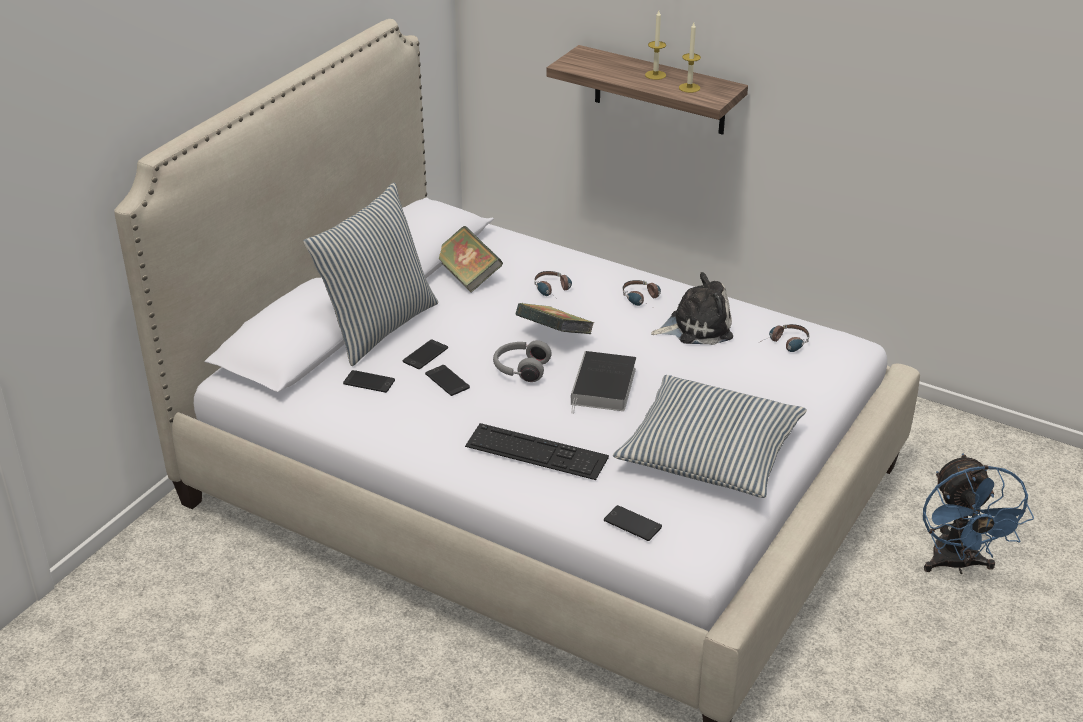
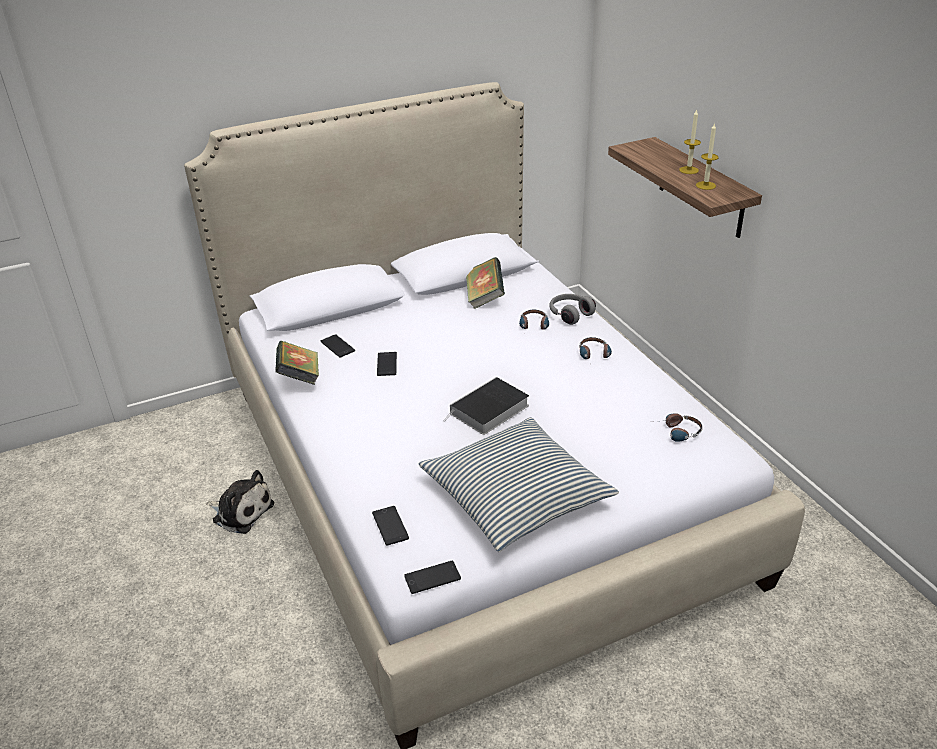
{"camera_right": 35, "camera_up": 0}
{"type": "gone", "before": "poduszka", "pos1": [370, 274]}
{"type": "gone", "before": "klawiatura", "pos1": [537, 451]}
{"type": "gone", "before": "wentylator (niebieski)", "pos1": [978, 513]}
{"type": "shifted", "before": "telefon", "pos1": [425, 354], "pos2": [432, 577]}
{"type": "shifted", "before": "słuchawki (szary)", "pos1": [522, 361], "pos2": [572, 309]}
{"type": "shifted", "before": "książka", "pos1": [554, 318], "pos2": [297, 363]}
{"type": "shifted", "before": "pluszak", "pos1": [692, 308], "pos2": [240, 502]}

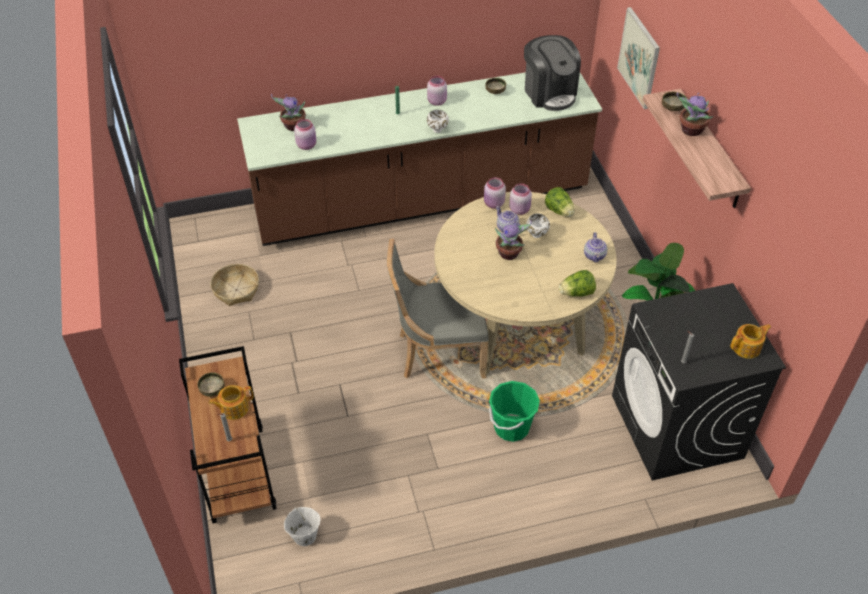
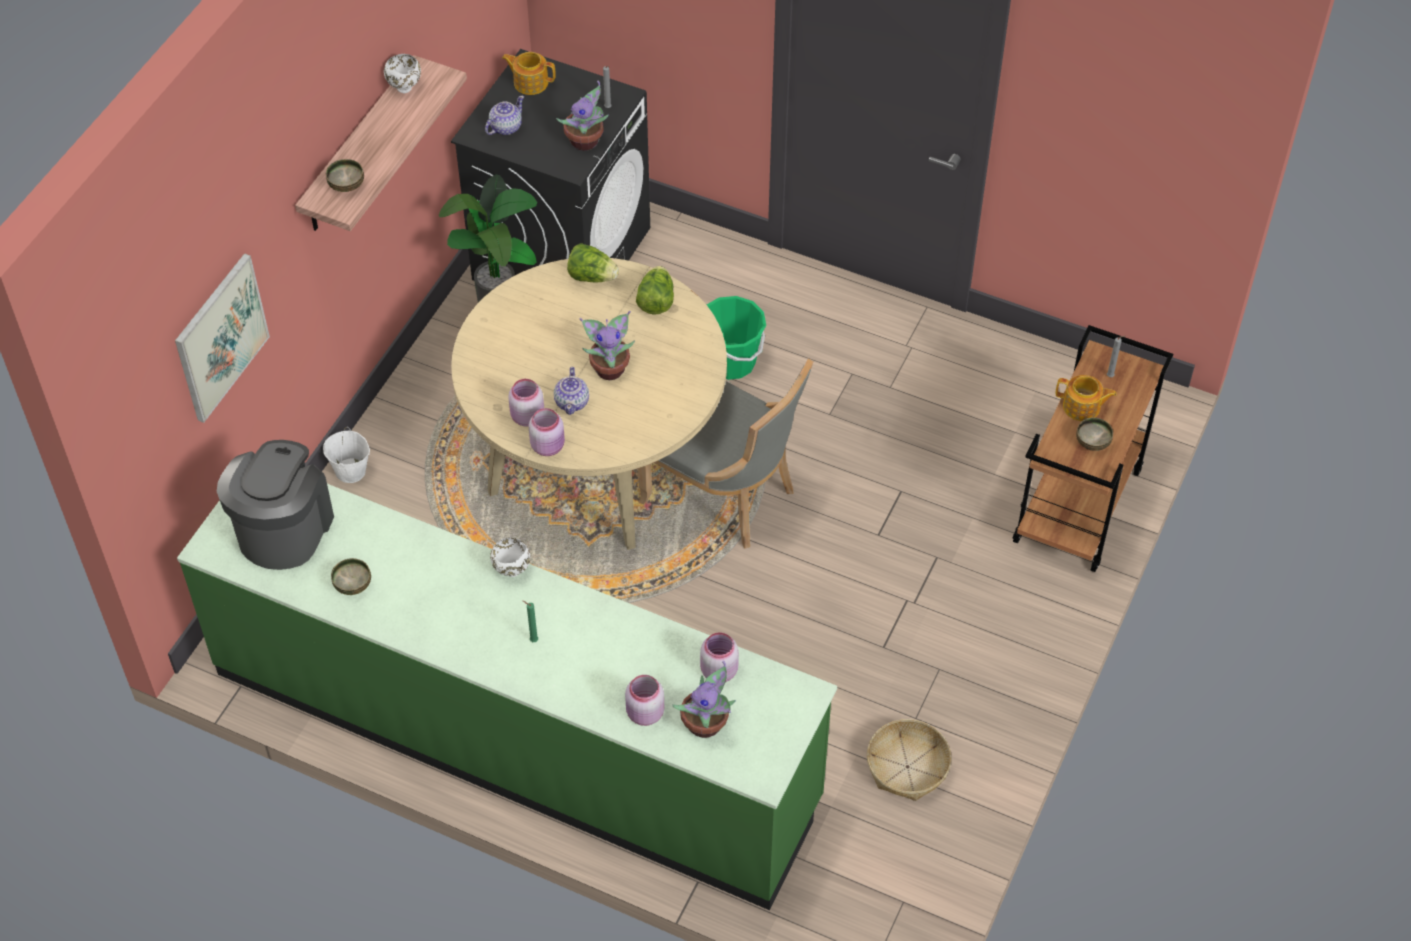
{"camera_right": -140, "camera_up": 5}
{"type": "shifted", "before": "wiadro (biały)", "pos1": [302, 526], "pos2": [346, 455]}
{"type": "shifted", "before": "słoik (różowy)", "pos1": [437, 91], "pos2": [644, 700]}
{"type": "shifted", "before": "miska (biały)", "pos1": [538, 225], "pos2": [402, 73]}
{"type": "shifted", "before": "sałata", "pos1": [559, 202], "pos2": [655, 290]}
{"type": "shifted", "before": "imbryk", "pos1": [595, 247], "pos2": [504, 115]}
{"type": "shifted", "before": "roślina doniczkowa", "pos1": [695, 114], "pos2": [582, 116]}
{"type": "repainted", "before": "zabudowa kuchenna (brązowy)", "after": "zabudowa kuchenna (zielony)", "pos1": [419, 159], "pos2": [507, 697]}

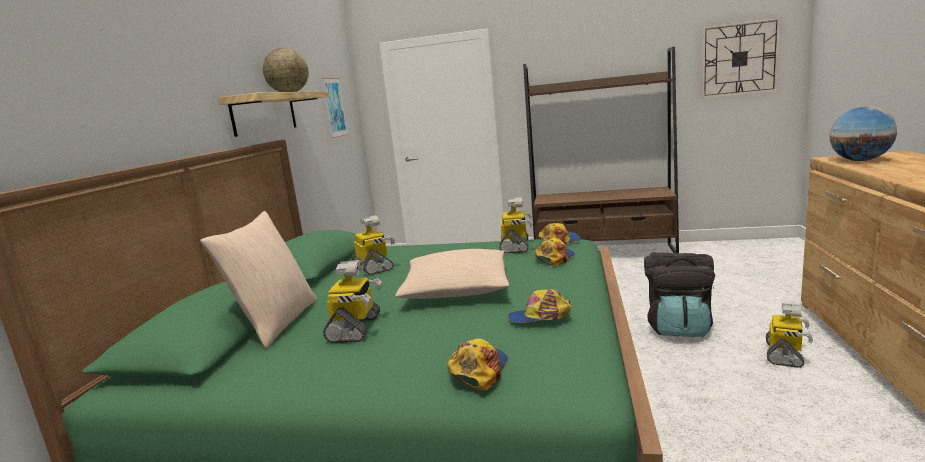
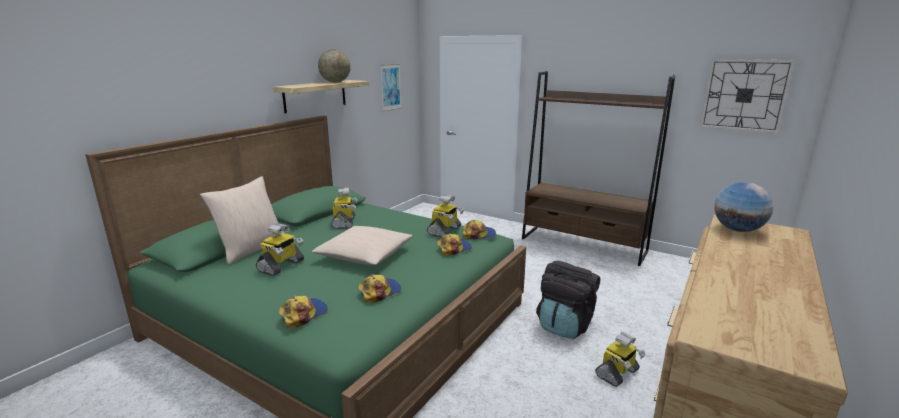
{"camera_right": 20, "camera_up": 5}
{"type": "rotated", "before": "czapka z daszkiem", "pos1": [540, 306], "pos2": [379, 288], "turn": 120}

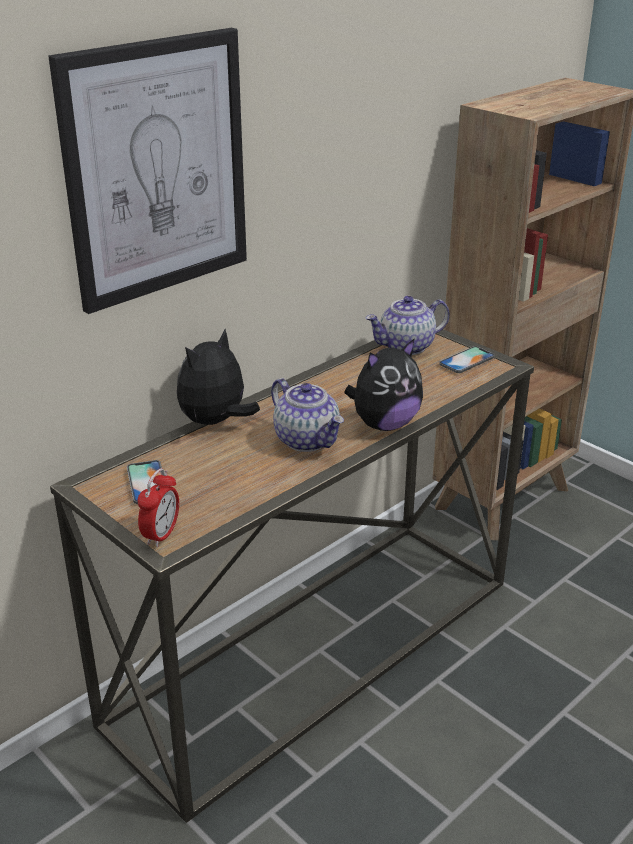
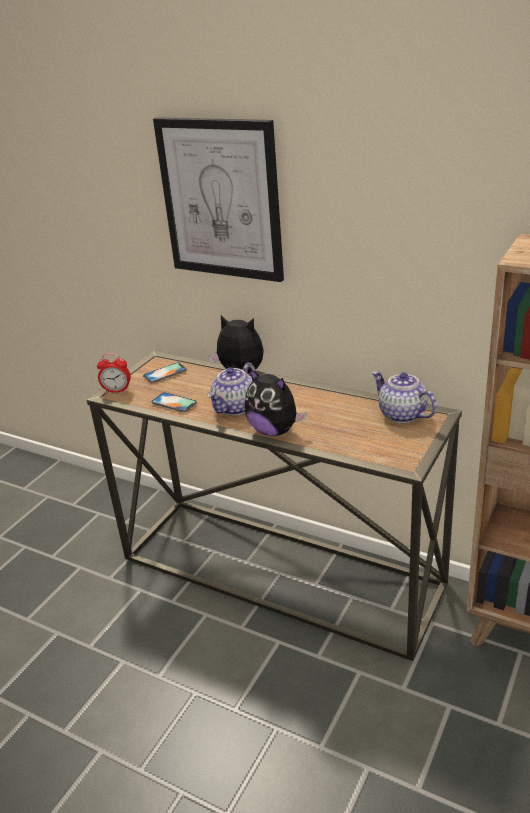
{"camera_right": 75, "camera_up": 0}
{"type": "shifted", "before": "telefon", "pos1": [467, 359], "pos2": [174, 402]}

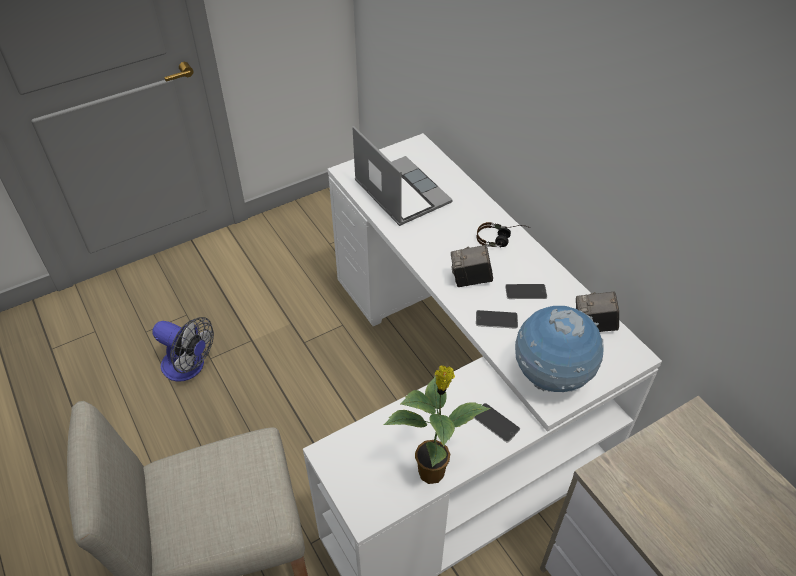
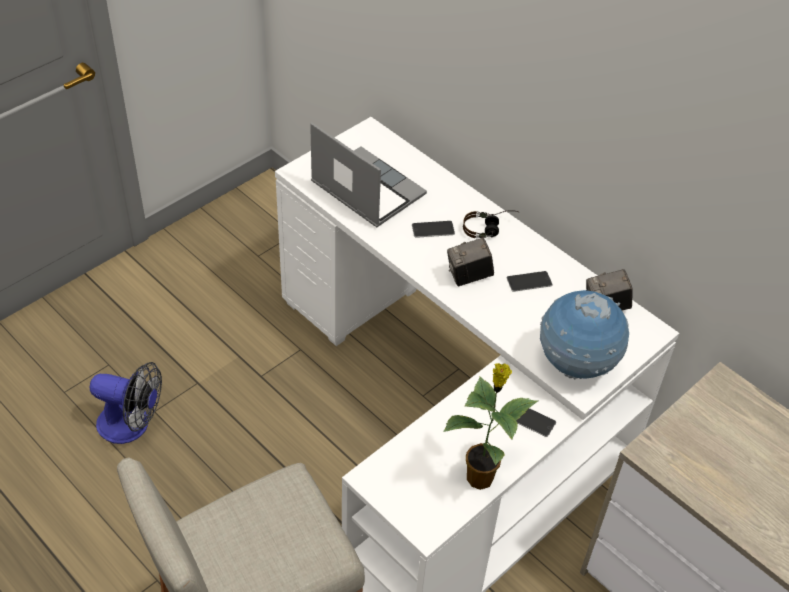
{"camera_right": -15, "camera_up": 0}
{"type": "shifted", "before": "telefon", "pos1": [497, 319], "pos2": [433, 229]}

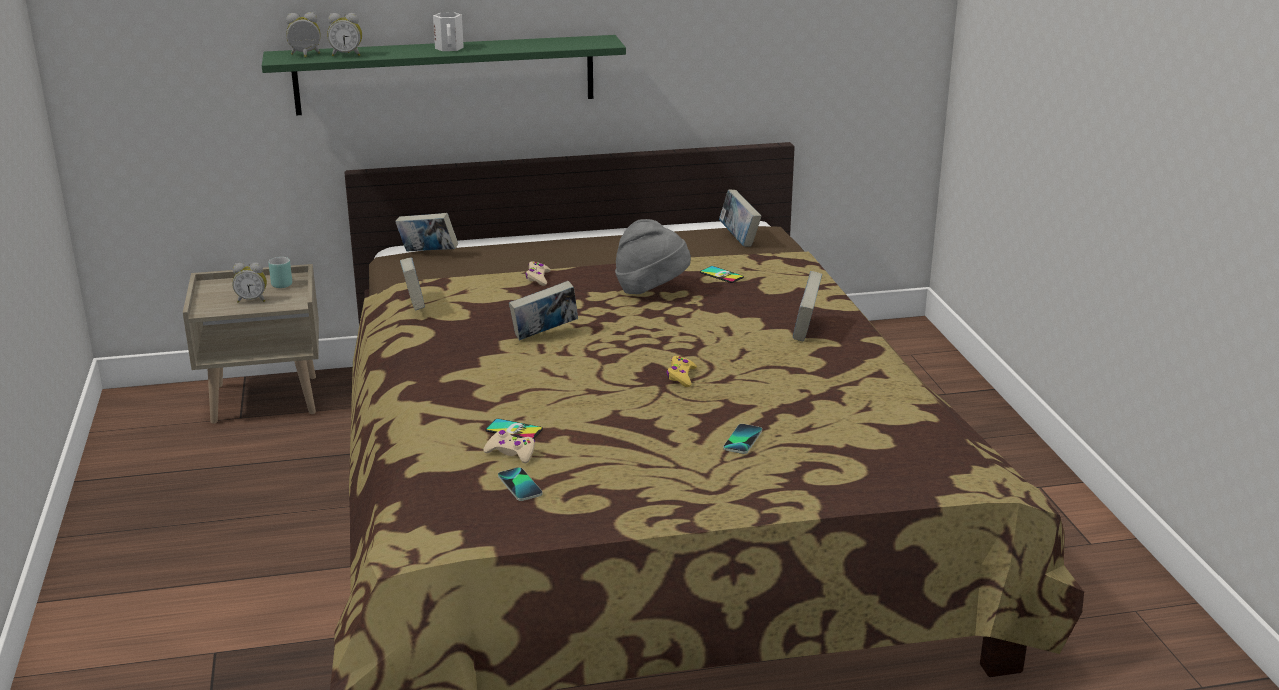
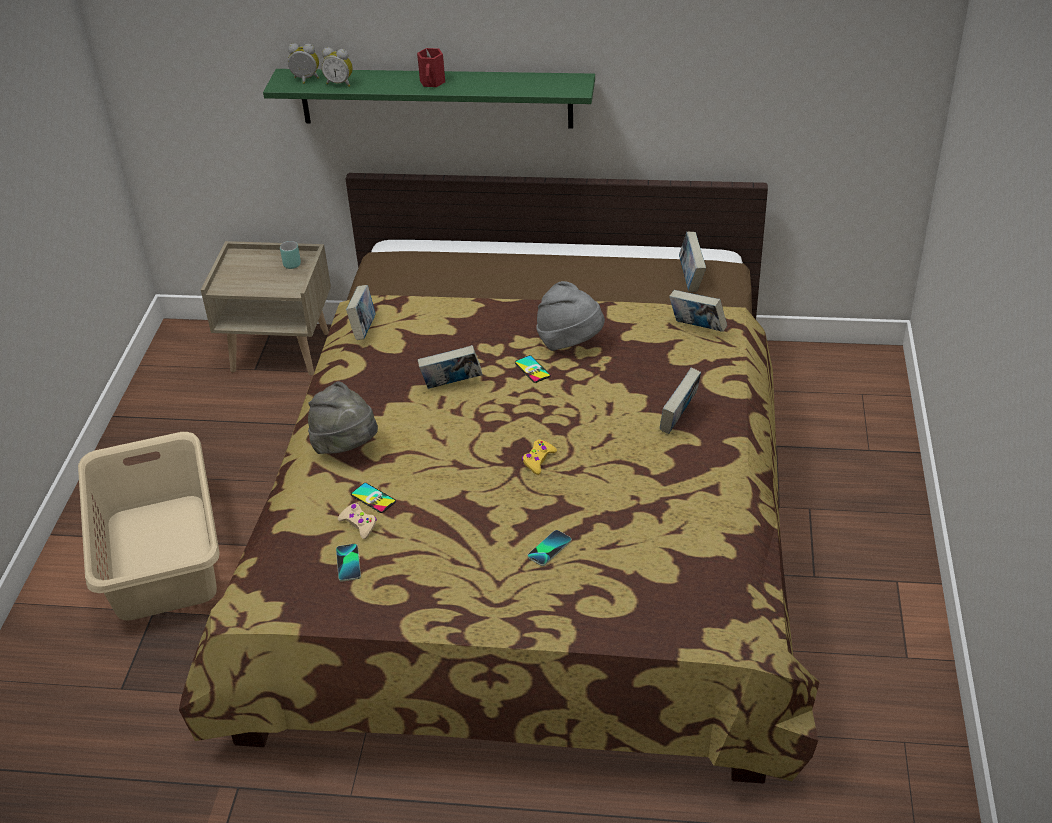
{"camera_right": 20, "camera_up": 15}
{"type": "gone", "before": "budzik", "pos1": [249, 282]}
{"type": "gone", "before": "pad do gier (beżowy)", "pos1": [538, 273]}
{"type": "new", "after": "kosz na pranie (beżowy)", "pos2": [149, 526]}
{"type": "new", "after": "kapelusz (szary)", "pos2": [343, 418]}
{"type": "shifted", "before": "książka", "pos1": [426, 232], "pos2": [698, 311]}
{"type": "shifted", "before": "telefon", "pos1": [722, 274], "pos2": [533, 369]}
{"type": "repainted", "before": "kubek (biały)", "after": "kubek (czerwony)", "pos1": [448, 31], "pos2": [431, 67]}

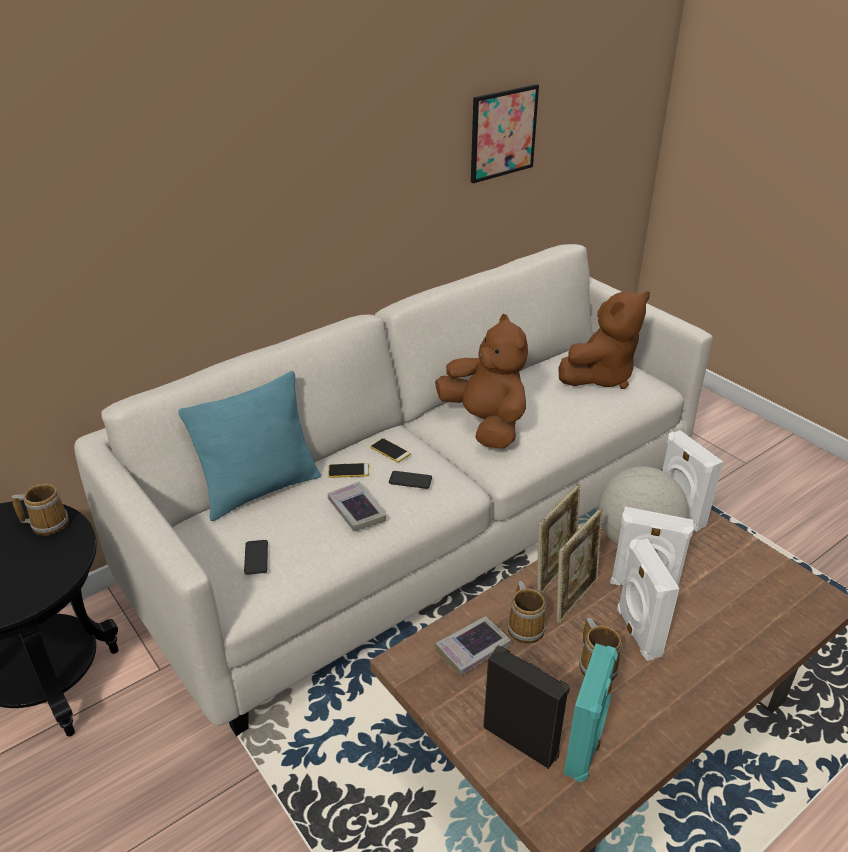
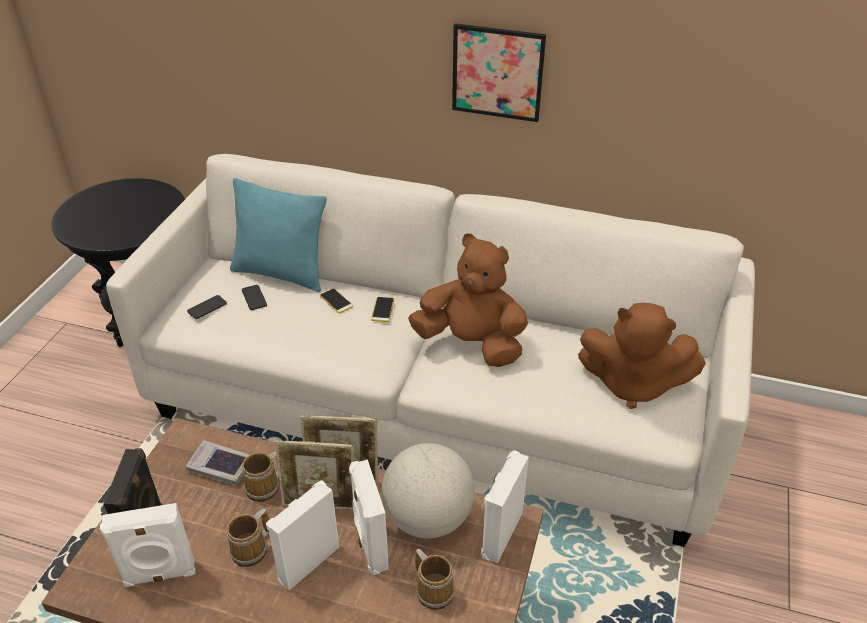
{"camera_right": 55, "camera_up": 5}
{"type": "gone", "before": "książka", "pos1": [357, 506]}
{"type": "shifted", "before": "kubek", "pos1": [40, 510], "pos2": [435, 579]}
{"type": "shifted", "before": "telefon", "pos1": [410, 480], "pos2": [254, 297]}
{"type": "shifted", "before": "obraz", "pos1": [505, 133], "pos2": [499, 72]}
{"type": "repainted", "before": "głośnik (turkusowy)", "after": "głośnik (biały)", "pos1": [591, 713], "pos2": [147, 545]}
{"type": "rotated", "before": "pluszak (brązowy)", "pos1": [481, 381], "pos2": [468, 300], "turn": -90}

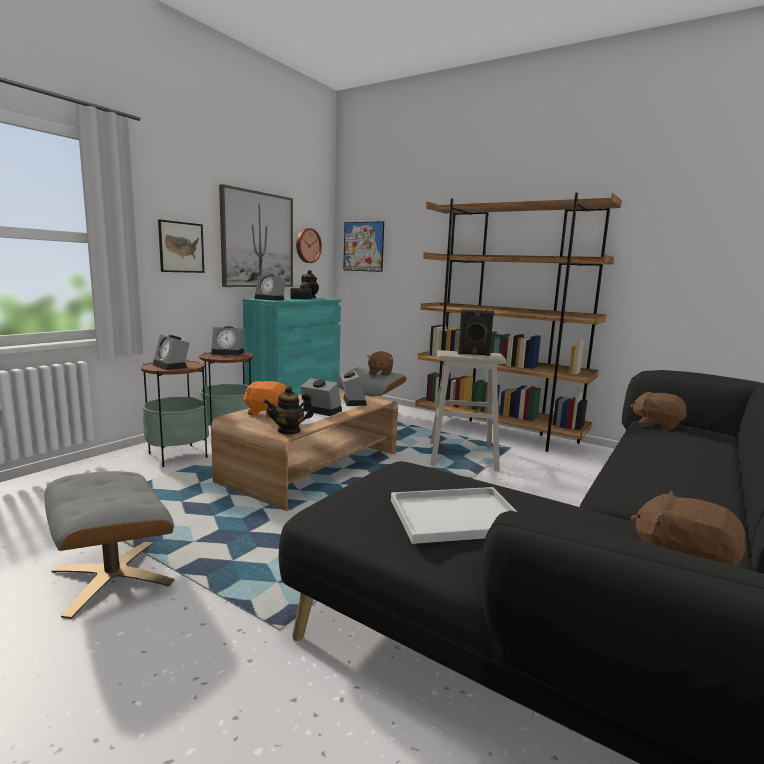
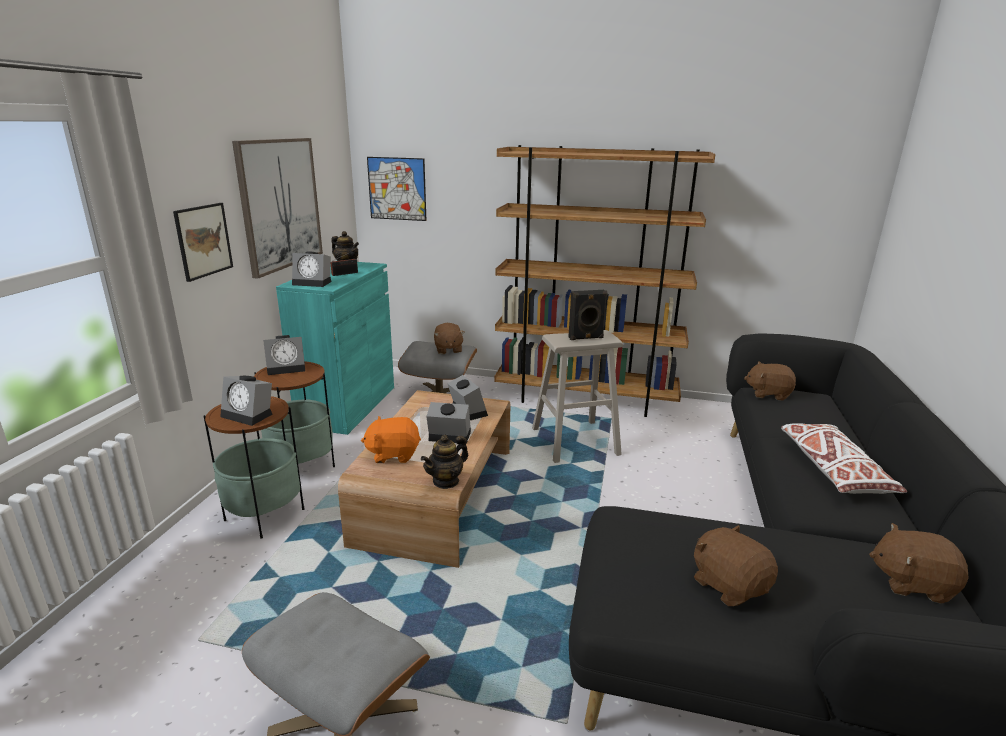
{"camera_right": -20, "camera_up": 10}
{"type": "gone", "before": "zegar ścienny", "pos1": [309, 245]}
{"type": "new", "after": "poduszka (biały)", "pos2": [844, 458]}
{"type": "swapped", "before": "taca (biały)", "after": "pluszak (brązowy)", "pos1": [454, 515], "pos2": [736, 565]}

